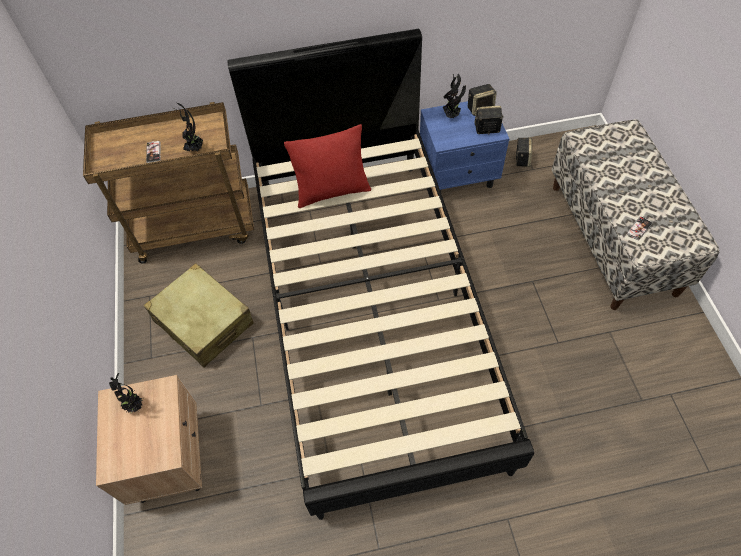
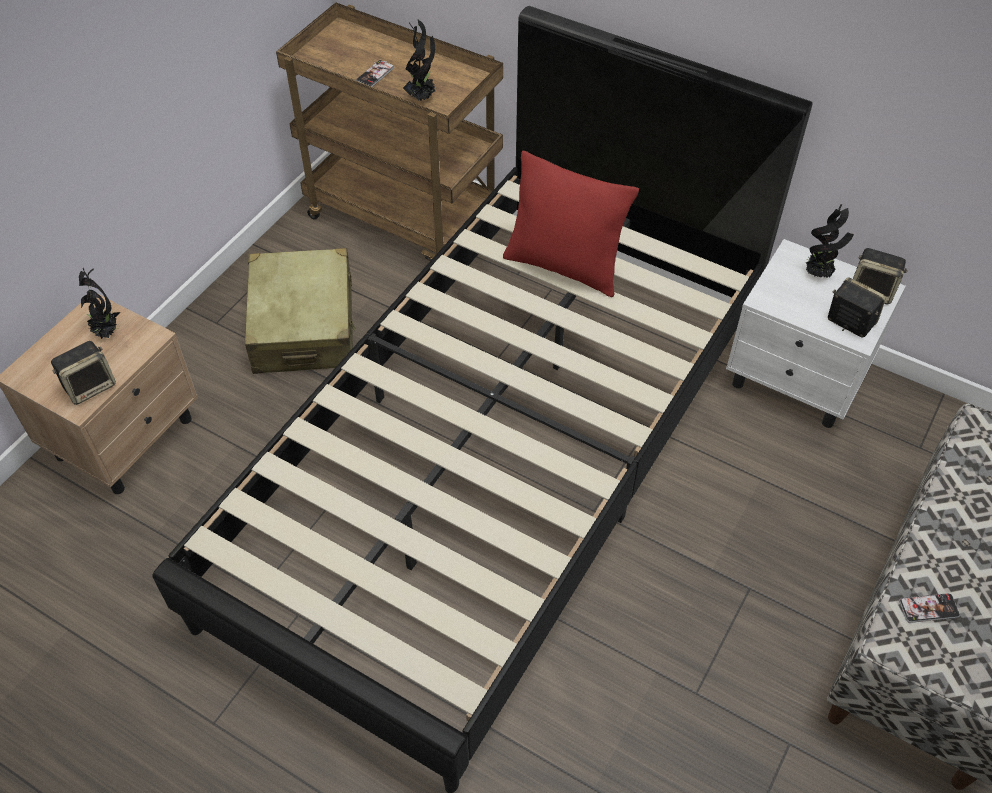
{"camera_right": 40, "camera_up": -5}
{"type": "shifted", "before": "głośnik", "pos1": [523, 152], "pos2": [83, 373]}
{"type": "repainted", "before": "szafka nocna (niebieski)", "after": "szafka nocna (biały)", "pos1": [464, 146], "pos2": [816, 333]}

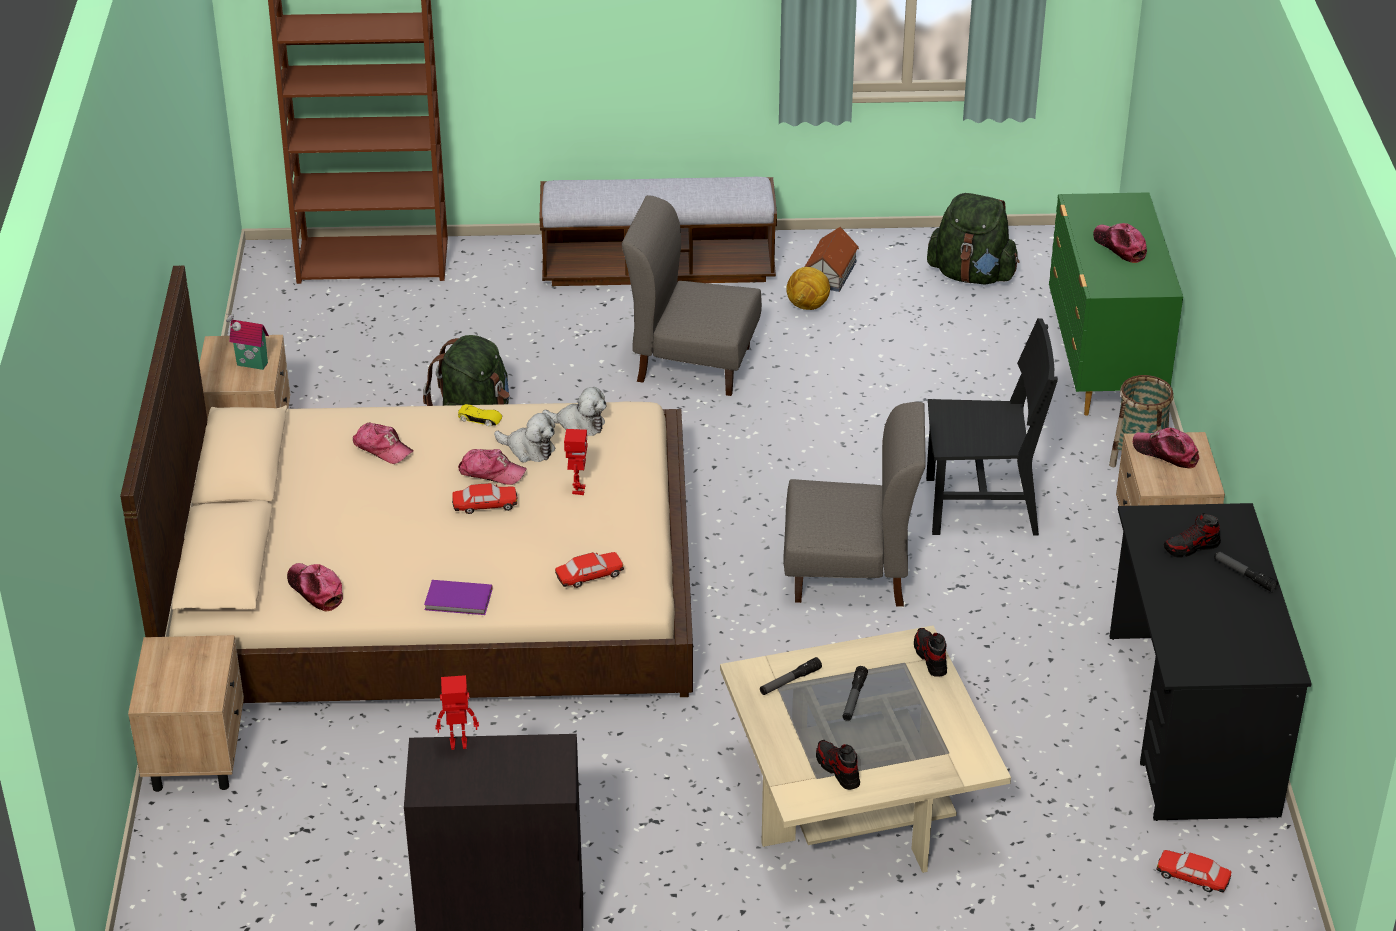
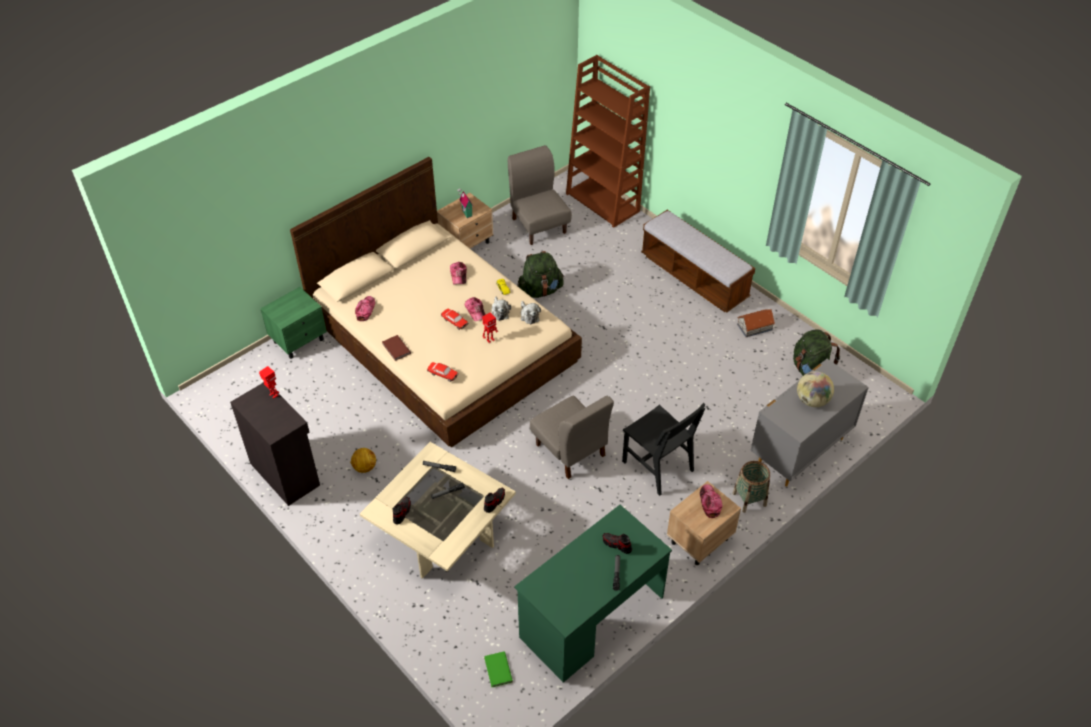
{"camera_right": 50, "camera_up": 10}
{"type": "shifted", "before": "krzesło (szary)", "pos1": [692, 295], "pos2": [540, 195]}
{"type": "shifted", "before": "piłka futbolowa", "pos1": [808, 288], "pos2": [363, 460]}
{"type": "swapped", "before": "czapka z daszkiem", "after": "globus", "pos1": [1120, 243], "pos2": [815, 389]}
{"type": "swapped", "before": "samochodzik", "after": "książka (zielony)", "pos1": [1193, 871], "pos2": [498, 669]}
{"type": "repainted", "before": "szafka nocna (beżowy)", "after": "szafka nocna (zielony)", "pos1": [186, 713], "pos2": [293, 323]}
{"type": "repainted", "before": "książka (fioletowy)", "after": "książka (brązowy)", "pos1": [458, 597], "pos2": [396, 348]}
{"type": "repainted", "before": "komoda (zielony)", "after": "komoda (szary)", "pos1": [1116, 304], "pos2": [809, 423]}
{"type": "repainted", "before": "biurko (czarny)", "after": "biurko (zielony)", "pos1": [1210, 662], "pos2": [593, 594]}

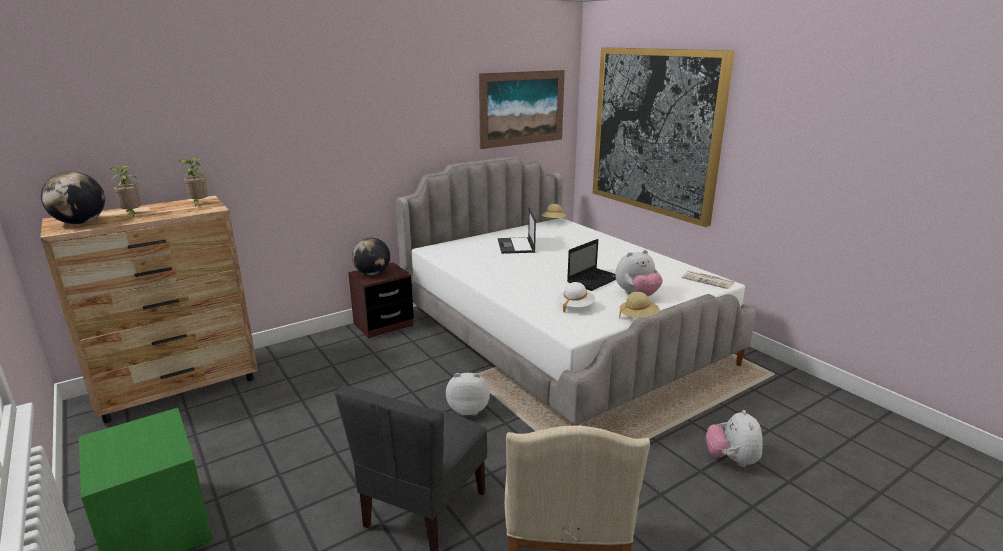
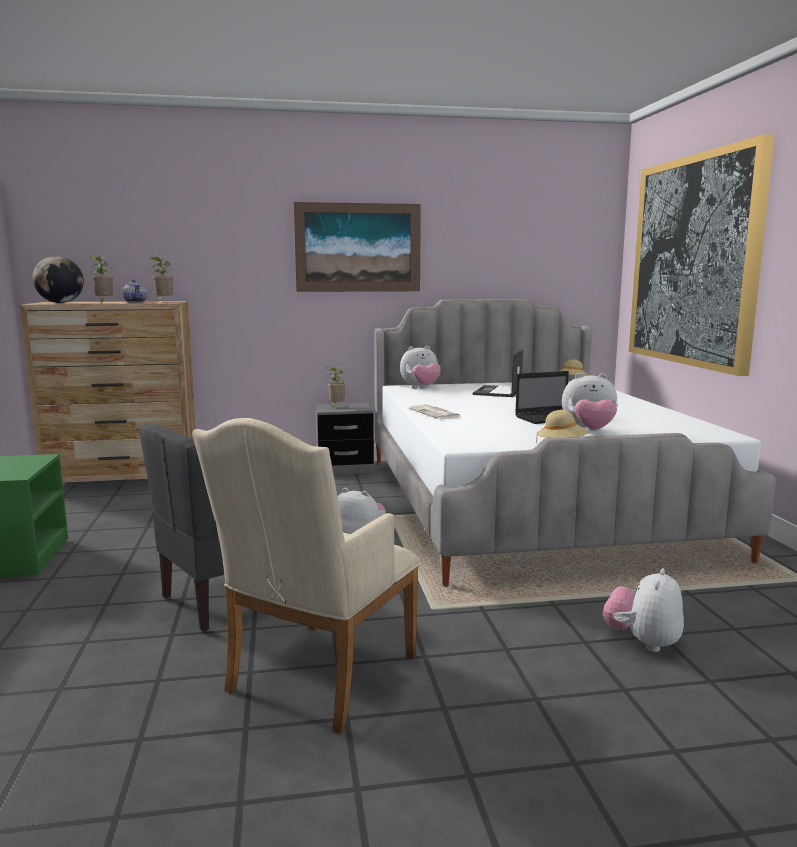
{"camera_right": 25, "camera_up": -10}
{"type": "gone", "before": "kapelusz (biały)", "pos1": [576, 297]}
{"type": "new", "after": "imbryk", "pos2": [134, 291]}
{"type": "new", "after": "pluszak", "pos2": [420, 367]}
{"type": "shifted", "before": "obraz", "pos1": [522, 109], "pos2": [357, 247]}
{"type": "shifted", "before": "gazeta", "pos1": [708, 279], "pos2": [435, 411]}
{"type": "swapped", "before": "globus", "after": "roślina doniczkowa", "pos1": [371, 256], "pos2": [336, 387]}
{"type": "repainted", "before": "szafka nocna (brązowy)", "after": "szafka nocna (szary)", "pos1": [381, 300], "pos2": [344, 439]}

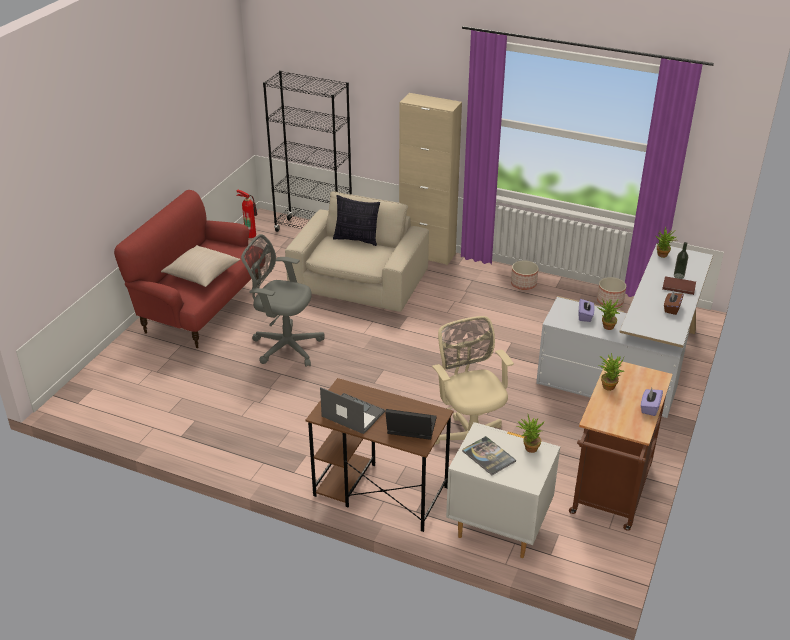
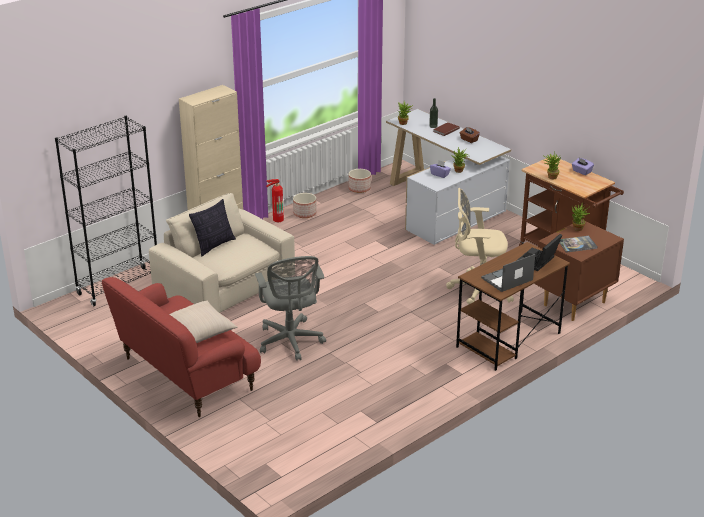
{"camera_right": -65, "camera_up": -5}
{"type": "shifted", "before": "gaśnica", "pos1": [246, 214], "pos2": [275, 200]}
{"type": "repainted", "before": "szafka nocna (biały)", "after": "szafka nocna (brązowy)", "pos1": [503, 490], "pos2": [579, 271]}
{"type": "rotated", "before": "krzesło biurowe (szary)", "pos1": [283, 300], "pos2": [290, 308], "turn": -60}

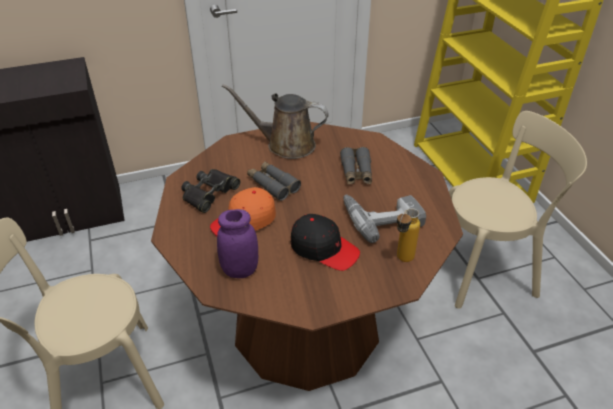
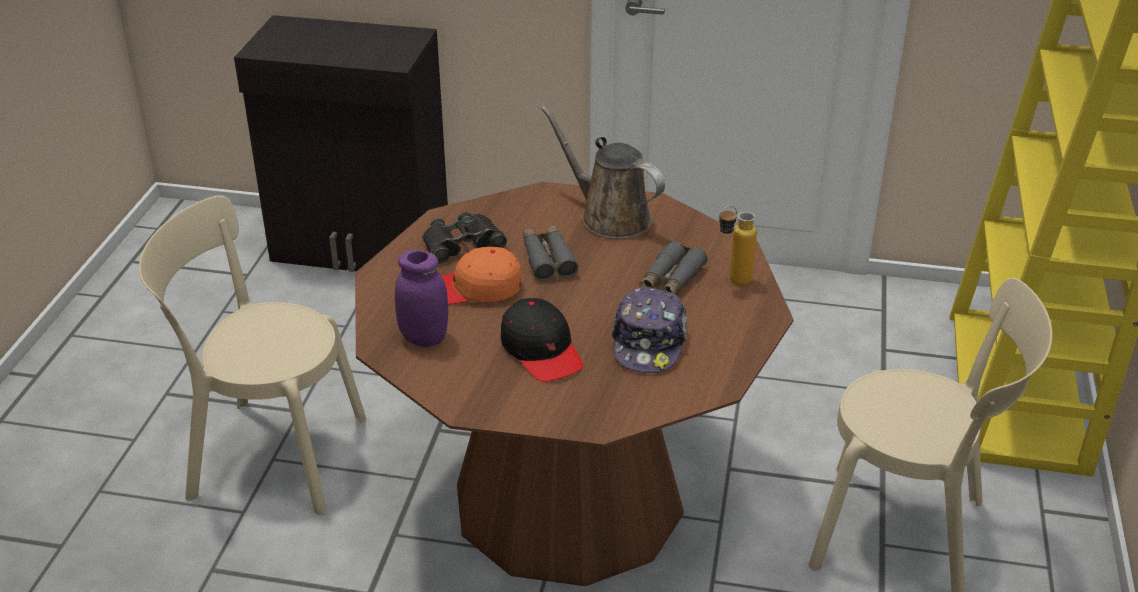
{"camera_right": 30, "camera_up": -5}
{"type": "shifted", "before": "butelka", "pos1": [408, 235], "pos2": [738, 246]}
{"type": "swapped", "before": "wiertarka", "after": "czapka z daszkiem", "pos1": [385, 219], "pos2": [649, 330]}

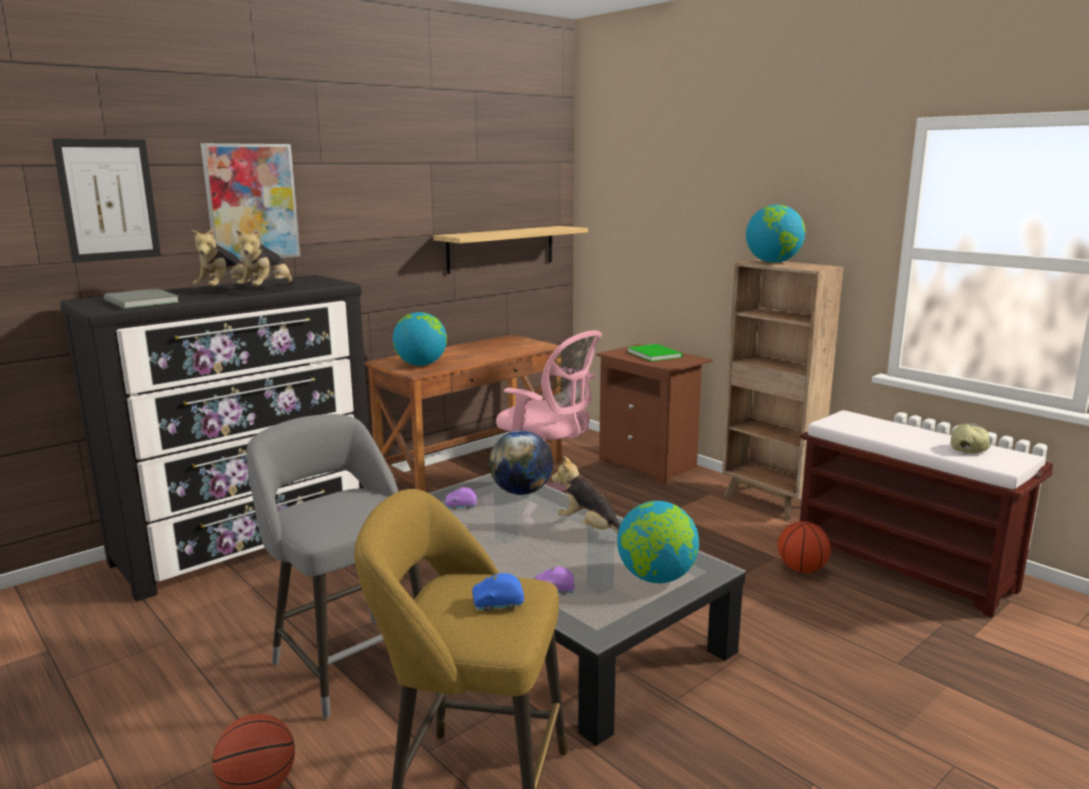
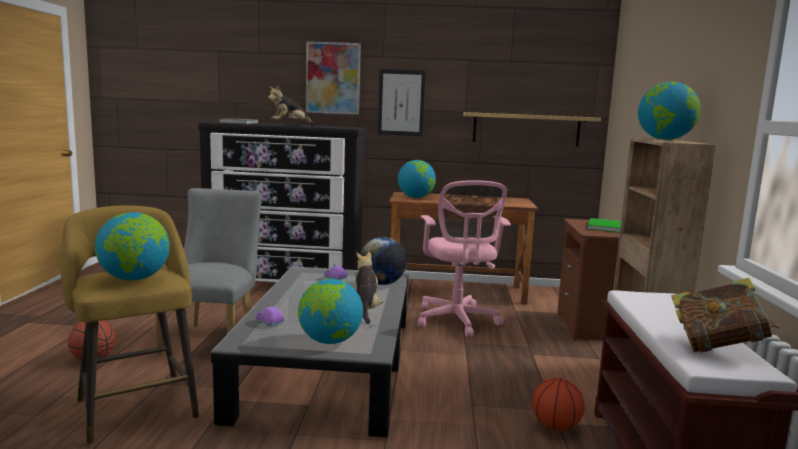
{"camera_right": 45, "camera_up": -5}
{"type": "gone", "before": "pluszak", "pos1": [264, 256]}
{"type": "shifted", "before": "obraz", "pos1": [106, 200], "pos2": [402, 102]}
{"type": "swapped", "before": "stołek (szary)", "after": "krzesło (szary)", "pos1": [334, 566], "pos2": [209, 271]}
{"type": "swapped", "before": "samochodzik (niebieski)", "after": "globus", "pos1": [498, 592], "pos2": [132, 246]}
{"type": "swapped", "before": "czapka z daszkiem", "after": "książka", "pos1": [970, 438], "pos2": [725, 315]}

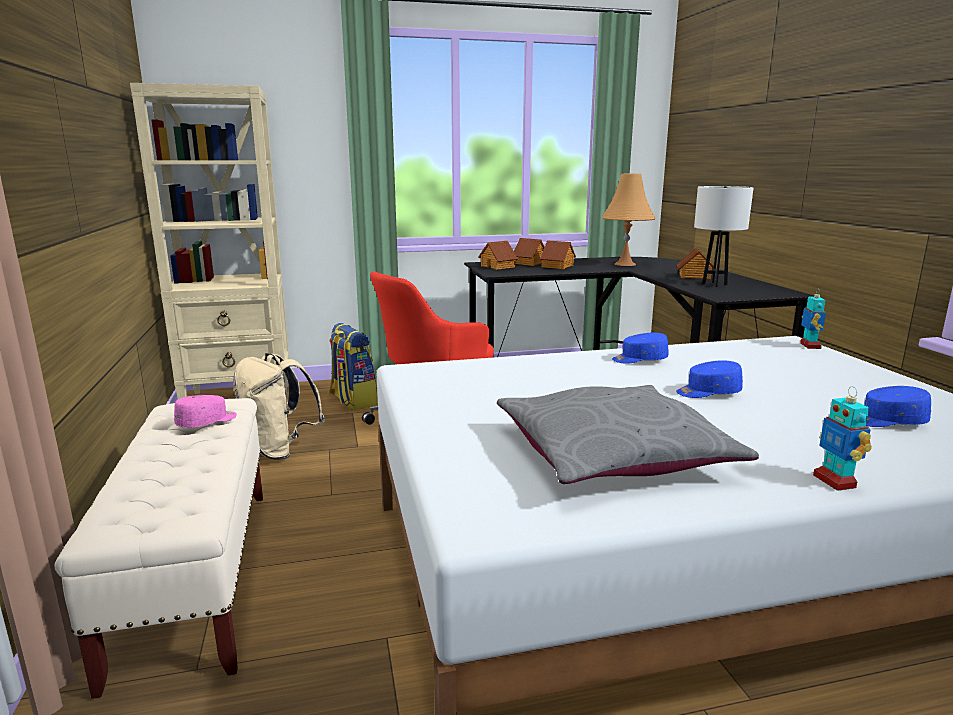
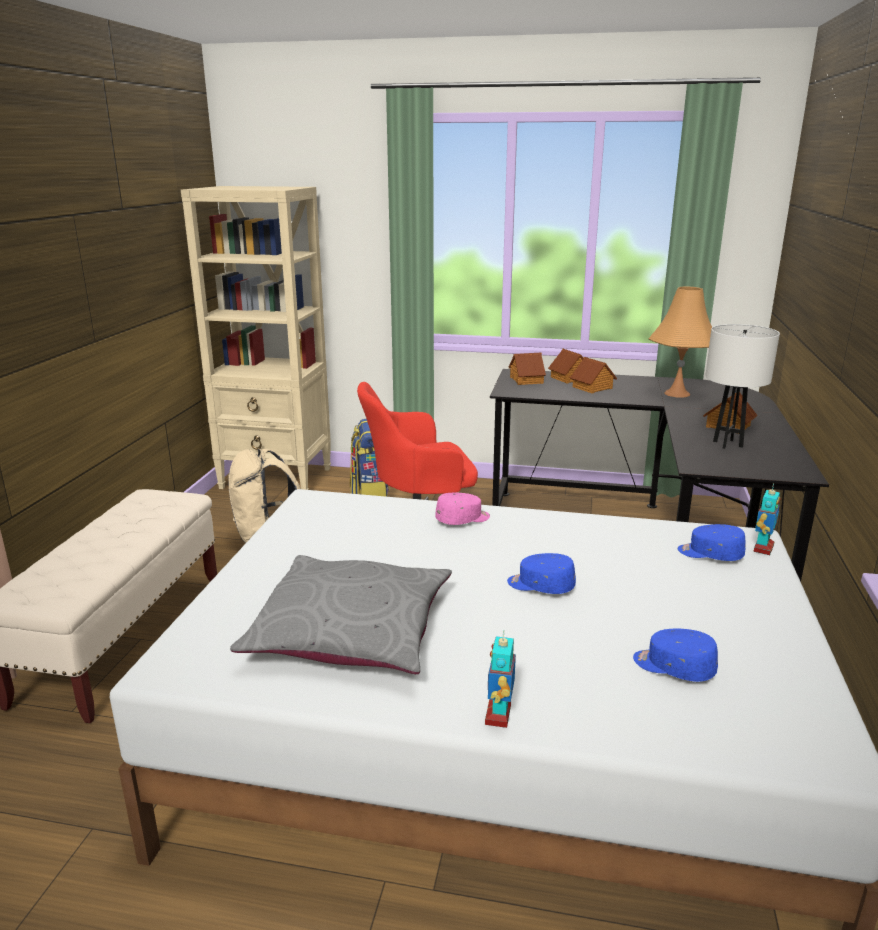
{"camera_right": 25, "camera_up": 5}
{"type": "shifted", "before": "czapka z daszkiem (różowy)", "pos1": [205, 411], "pos2": [462, 509]}
{"type": "shifted", "before": "czapka z daszkiem (niebieski)", "pos1": [640, 348], "pos2": [712, 542]}

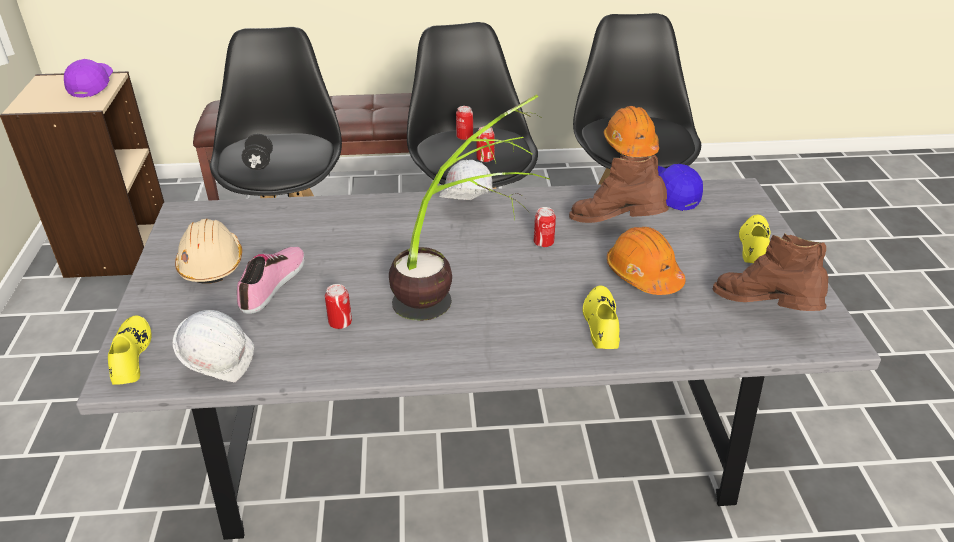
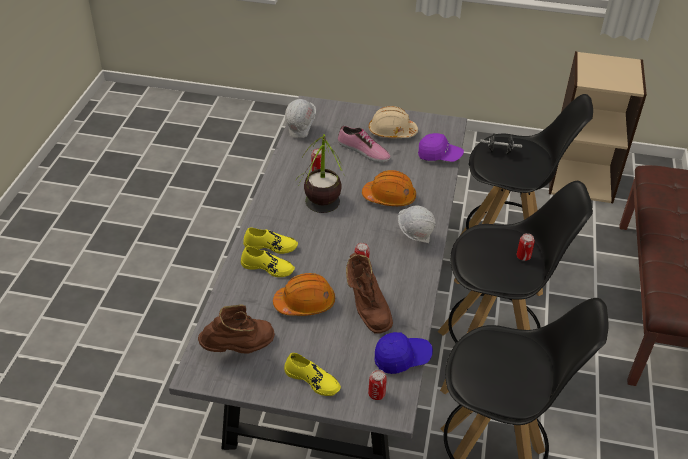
{"camera_right": 105, "camera_up": 5}
{"type": "shifted", "before": "czapka z daszkiem (fioletowy)", "pos1": [88, 78], "pos2": [441, 147]}
{"type": "shifted", "before": "but (żółty)", "pos1": [129, 350], "pos2": [270, 240]}
{"type": "shifted", "before": "puszka", "pos1": [486, 144], "pos2": [377, 384]}
{"type": "shifted", "before": "kask (pomarańczowy)", "pos1": [631, 131], "pos2": [389, 188]}
{"type": "rotated", "before": "but z cholewką (brązowy)", "pos1": [619, 189], "pos2": [369, 293], "turn": 120}

